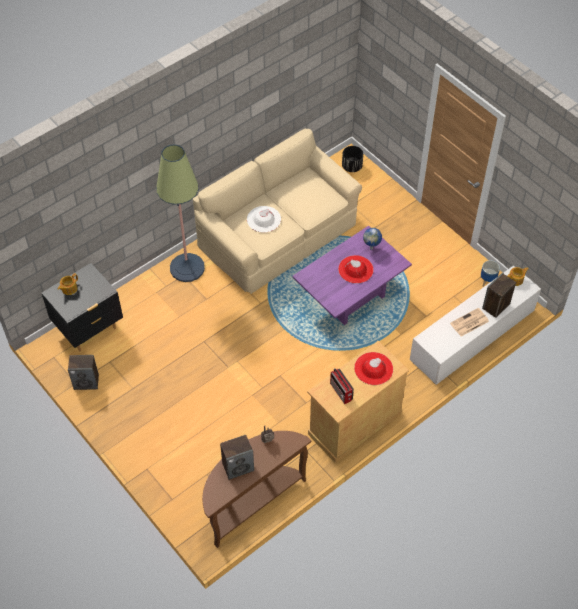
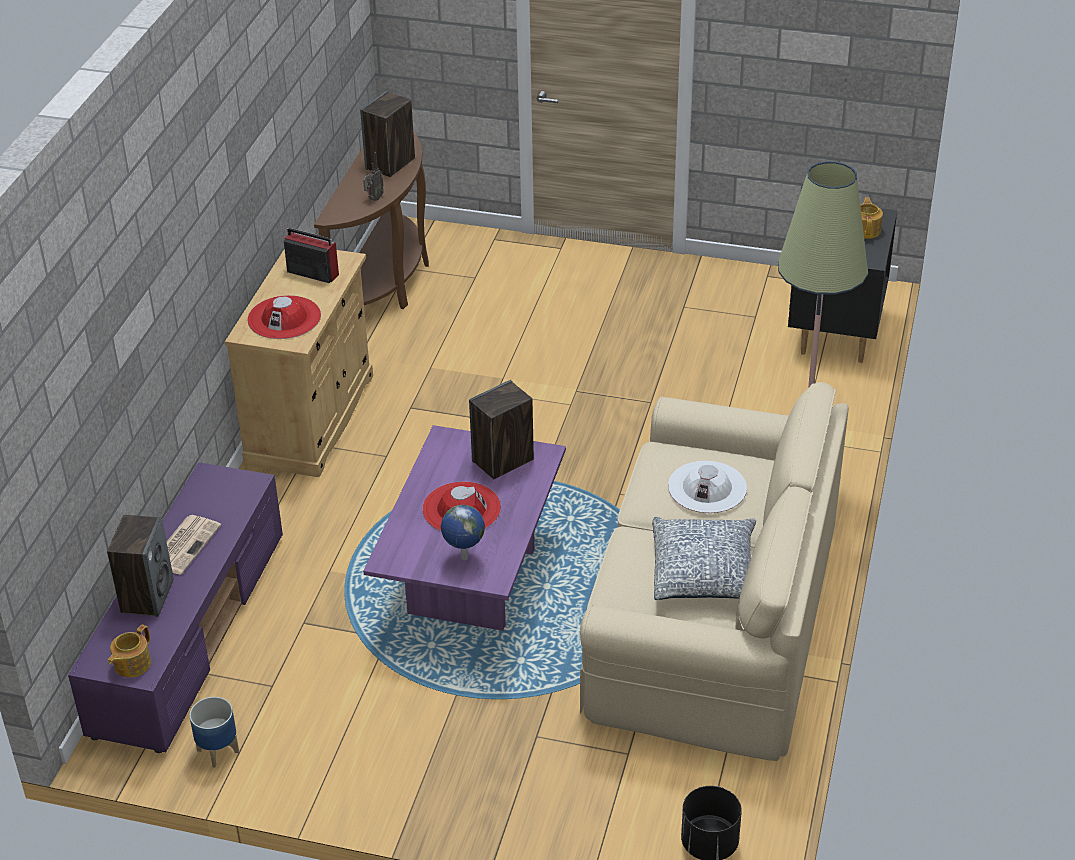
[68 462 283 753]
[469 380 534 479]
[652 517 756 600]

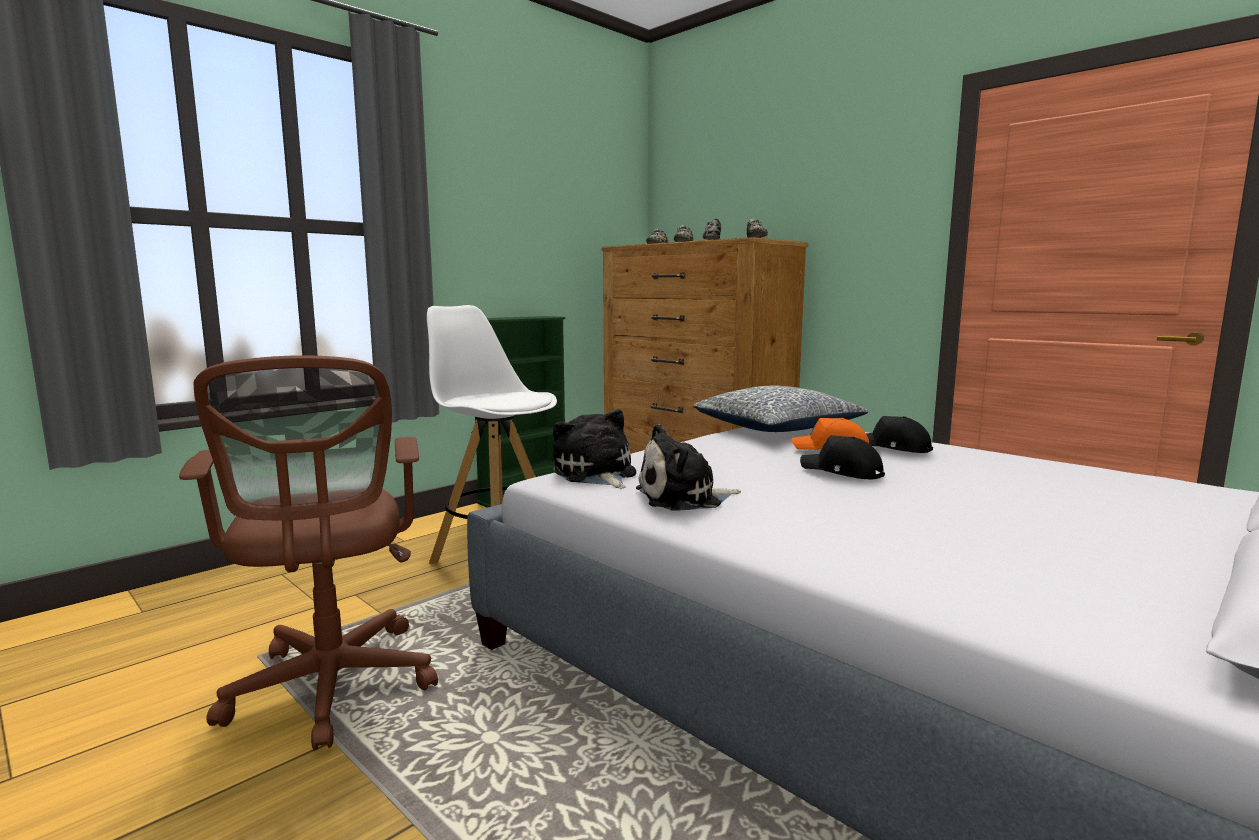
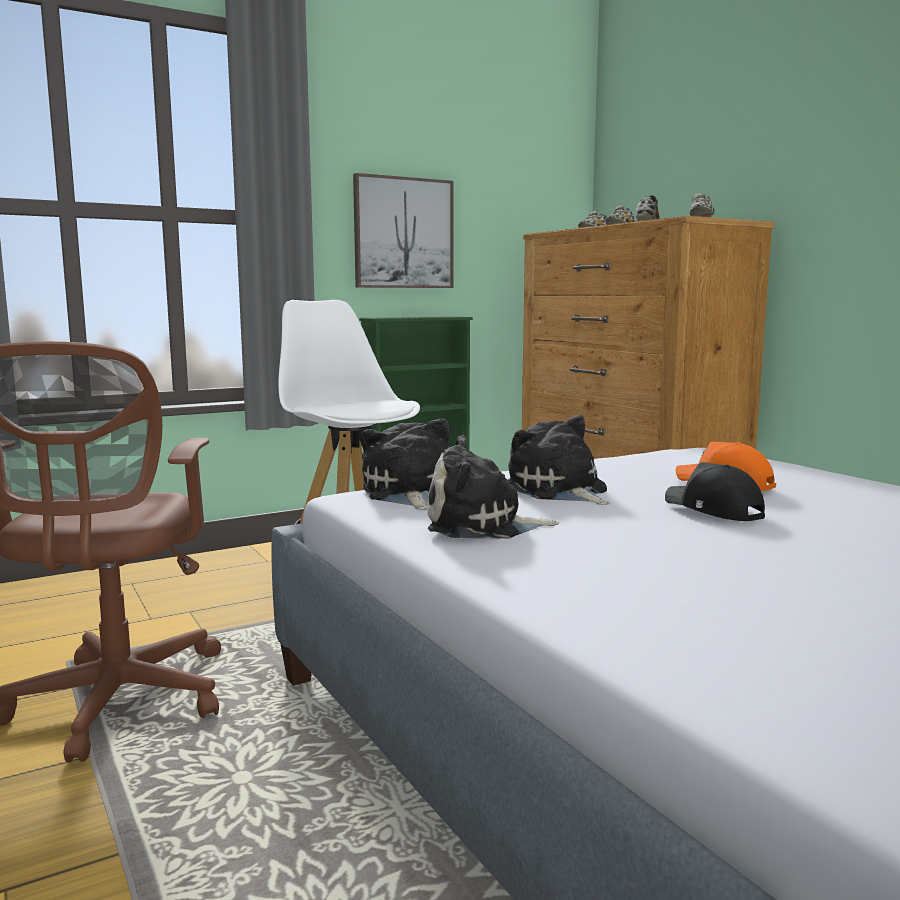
[353 173 454 288]
[508 415 609 505]
[693 386 868 432] (first image)
[866 416 933 453] (first image)

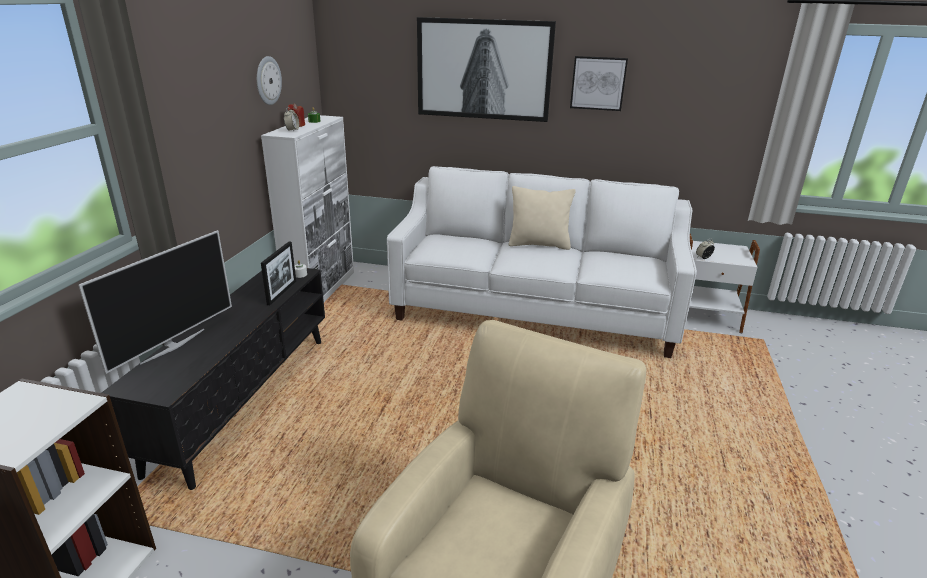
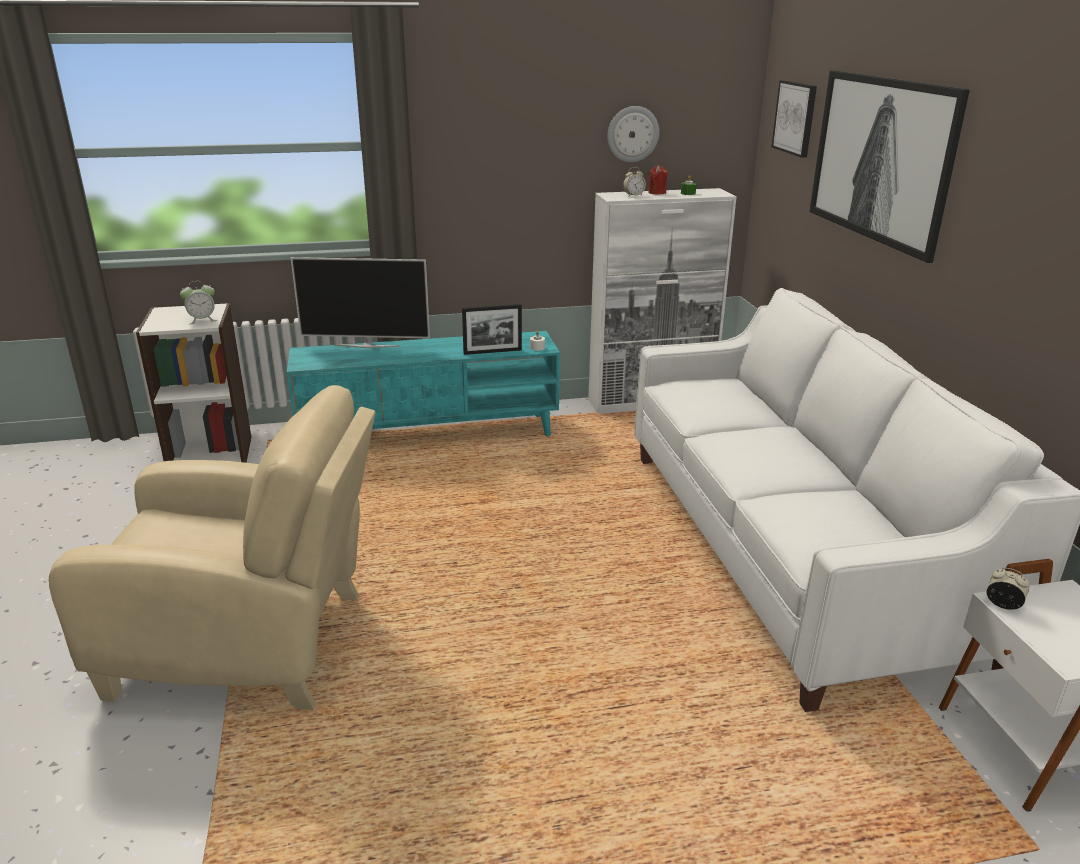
[180 281 217 324]
[287 331 560 436]
[772 80 817 158]
[508 186 576 250] (first image)

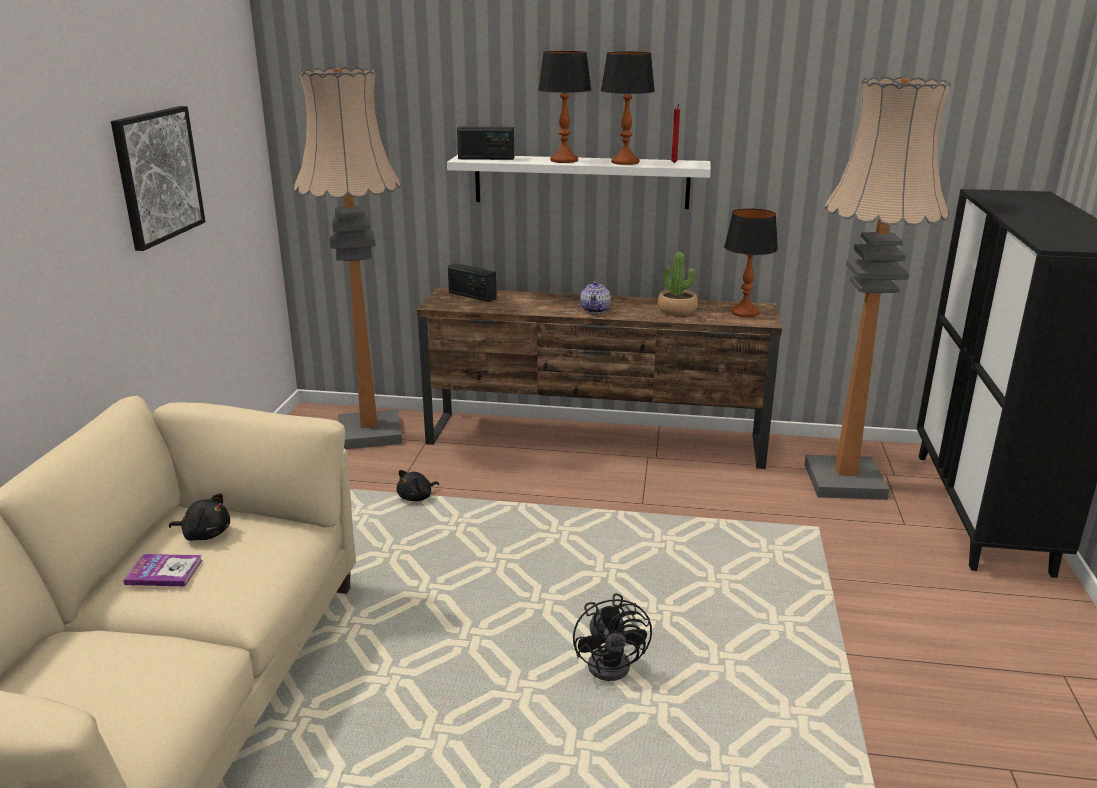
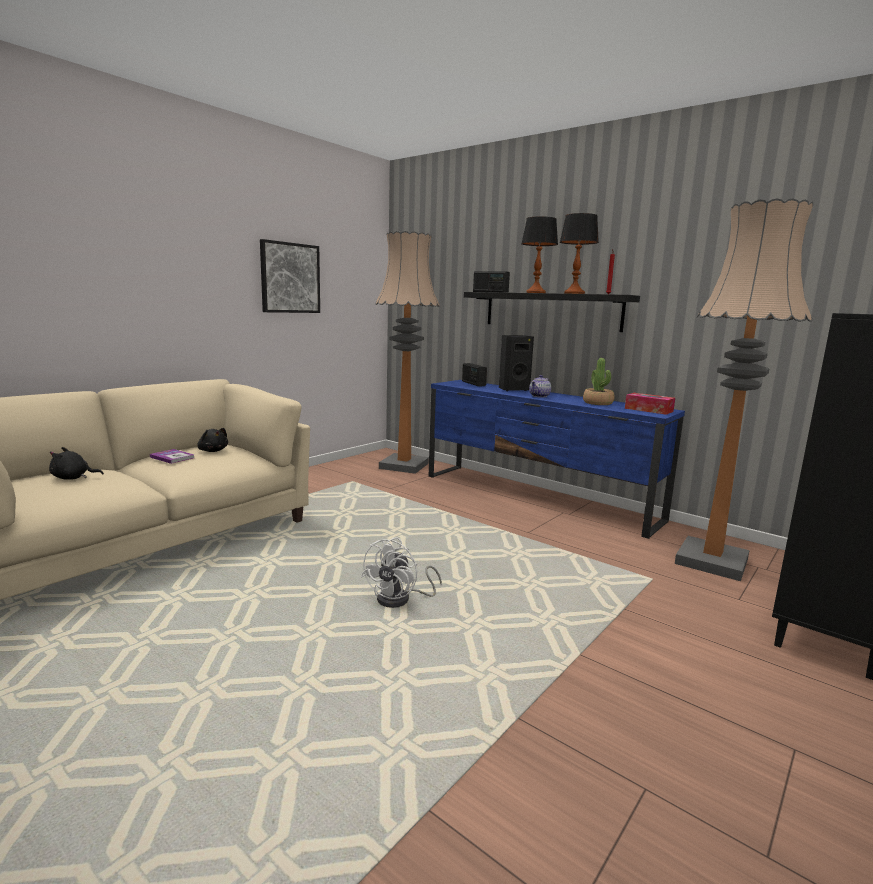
[49 447 104 480]
[361 538 442 608]
[429 380 685 539]
[464 292 640 332]
[499 335 534 391]
[625 393 675 415]

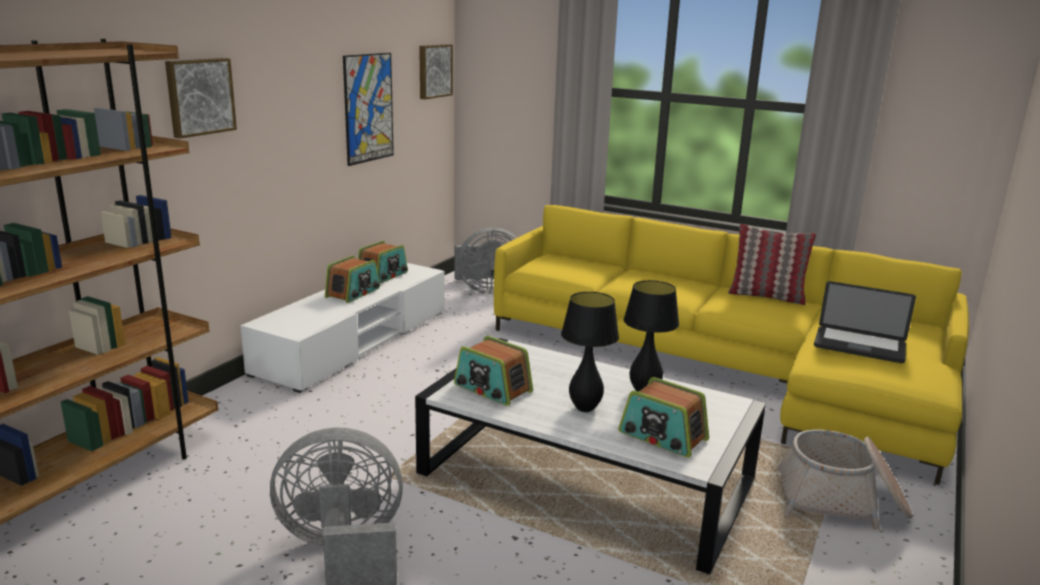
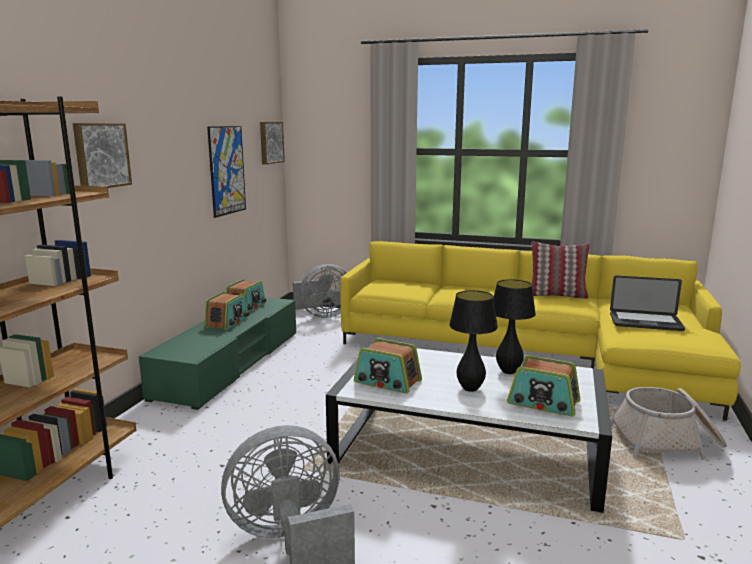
[139 297 296 410]

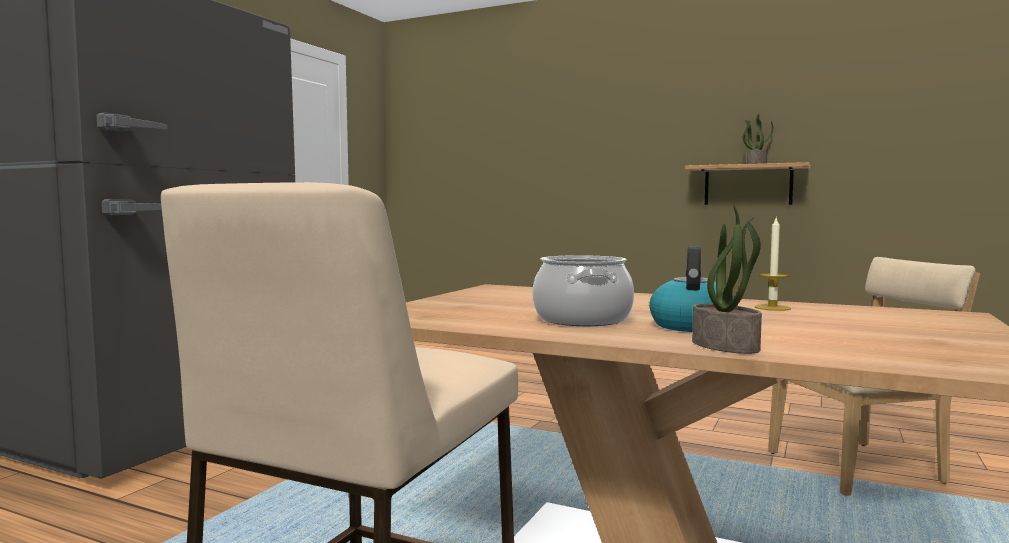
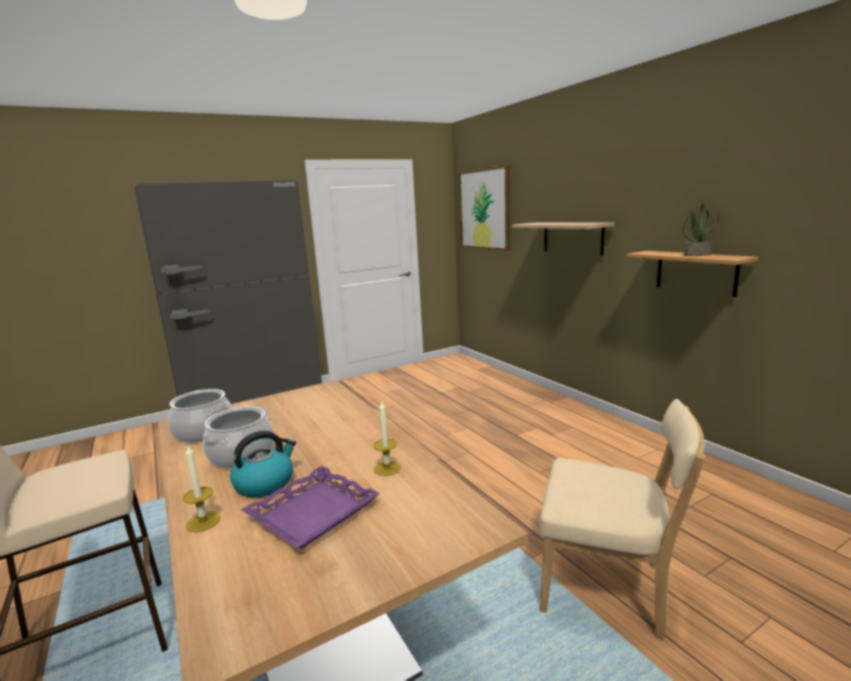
[168 389 232 443]
[183 446 221 532]
[241 466 380 548]
[459 165 510 251]
[512 222 615 255]

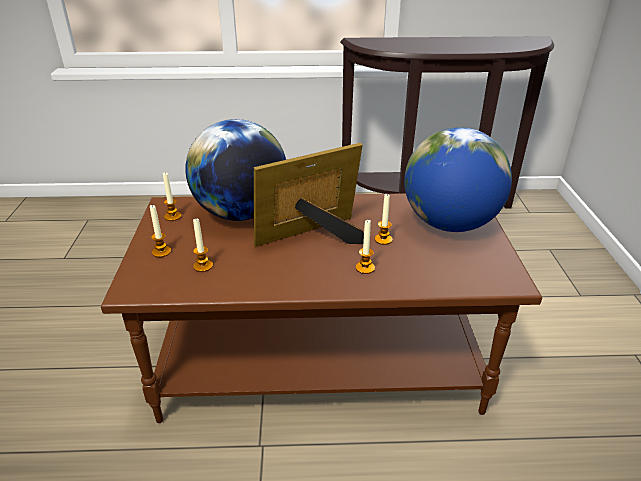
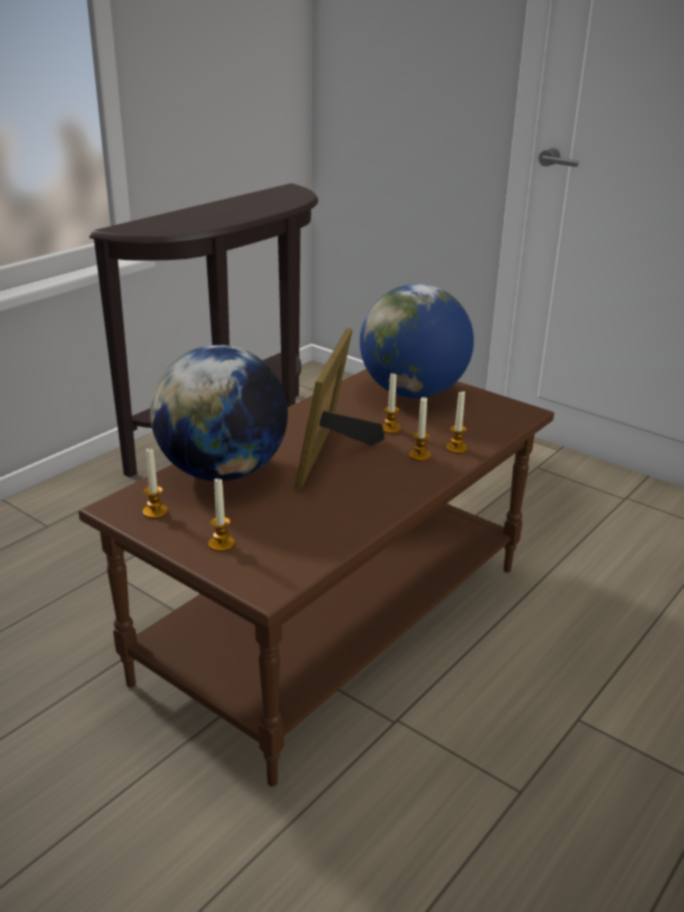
[446 391 468 454]

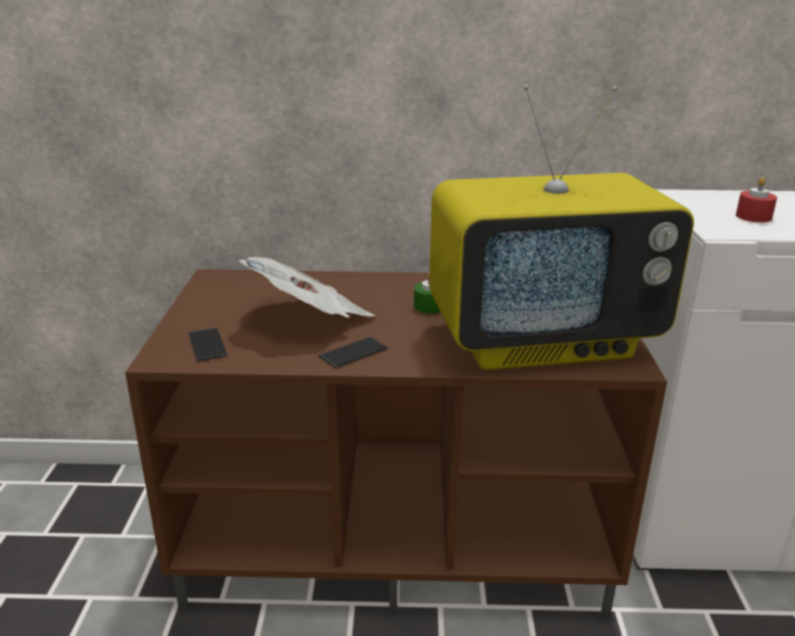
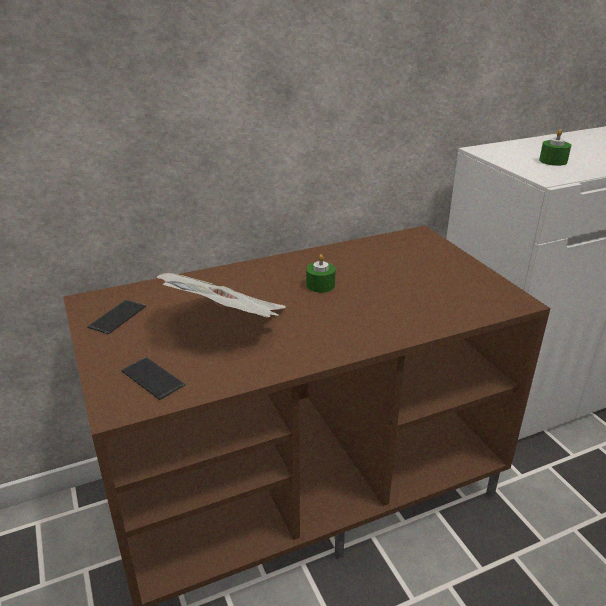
[87 300 146 334]
[539 129 571 166]
[429 85 694 370] (first image)

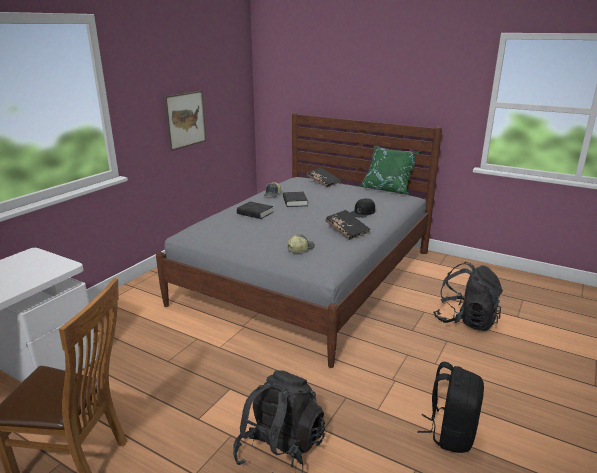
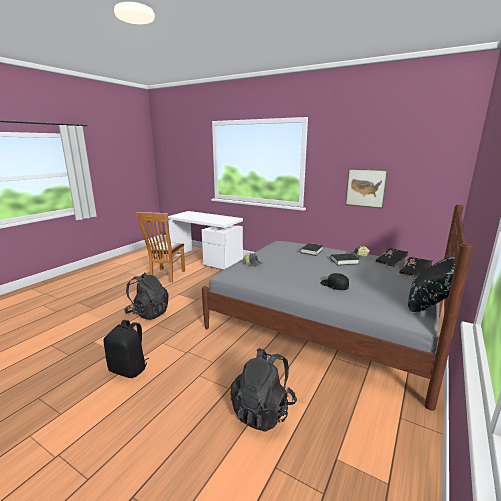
[375 248 409 267]
[408 256 455 312]

